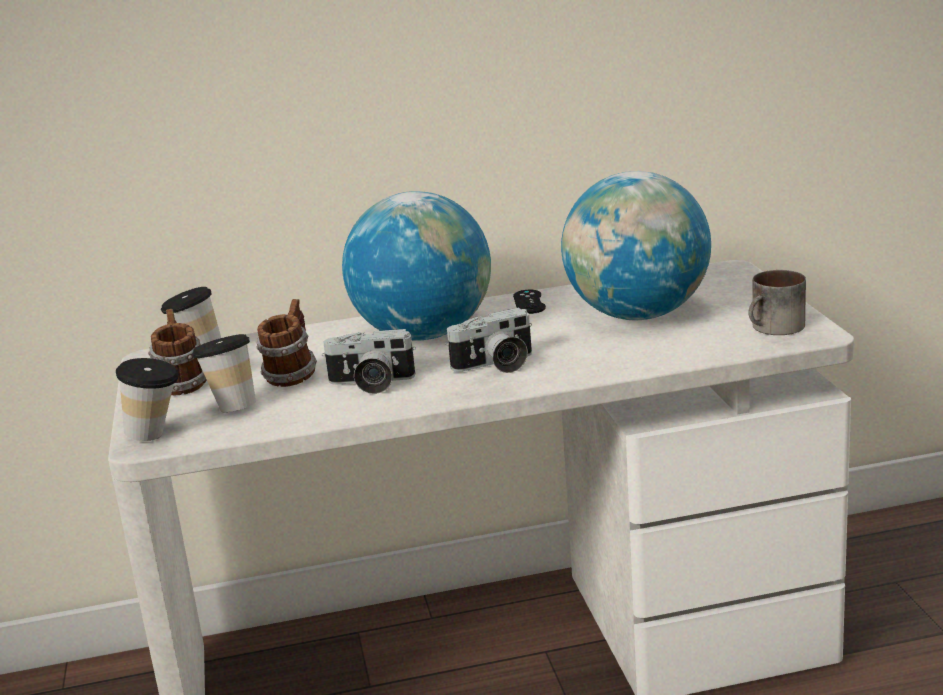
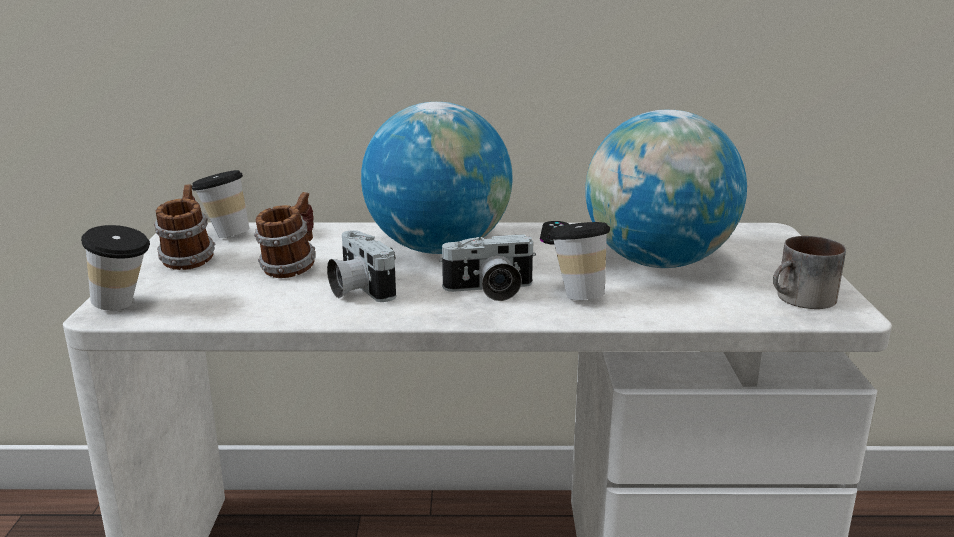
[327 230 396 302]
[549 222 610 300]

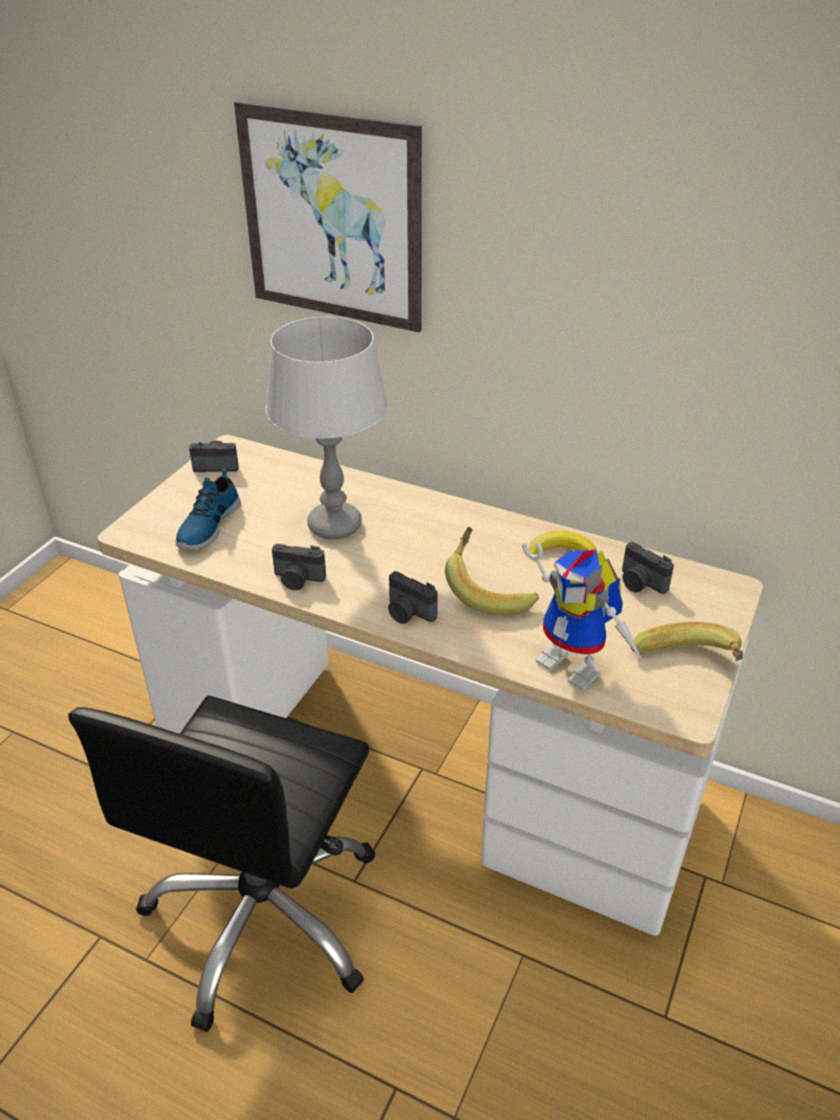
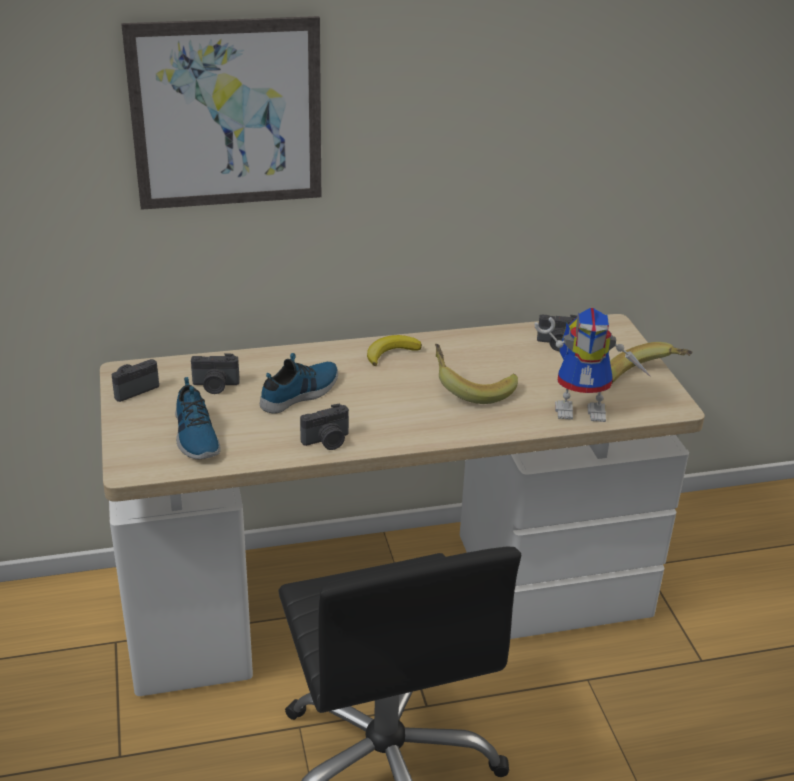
[191 353 240 394]
[260 353 338 414]
[367 335 422 366]

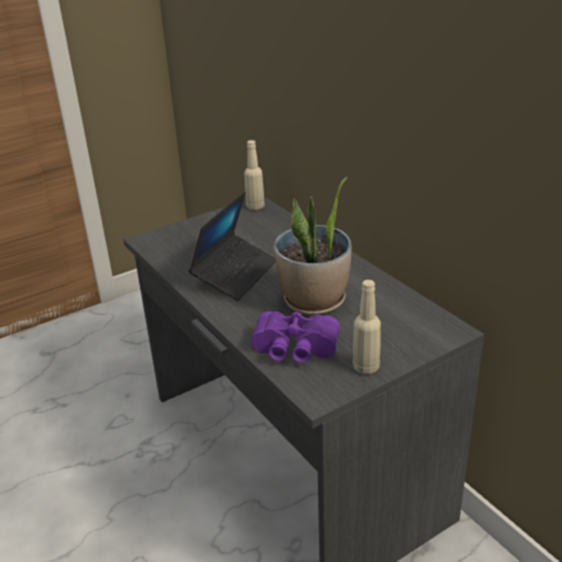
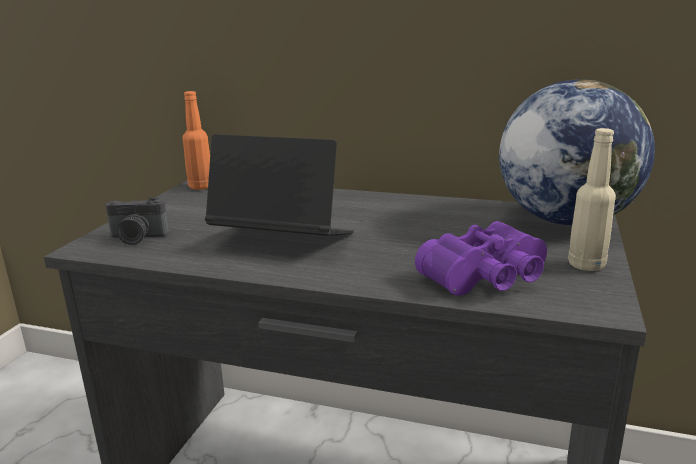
[106 197 169 245]
[183 91 210 190]
[205 134 354 236]
[499 79 655 225]
[273 177 352 316] (first image)

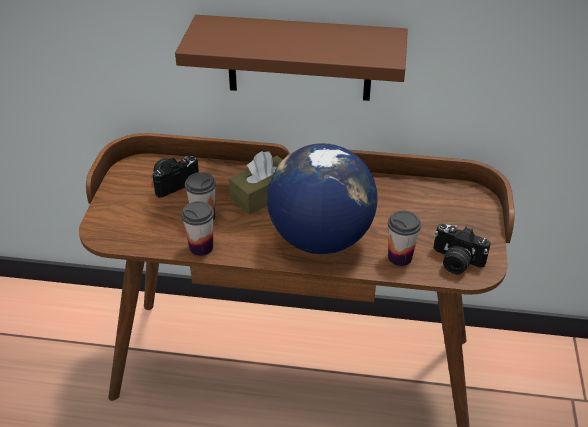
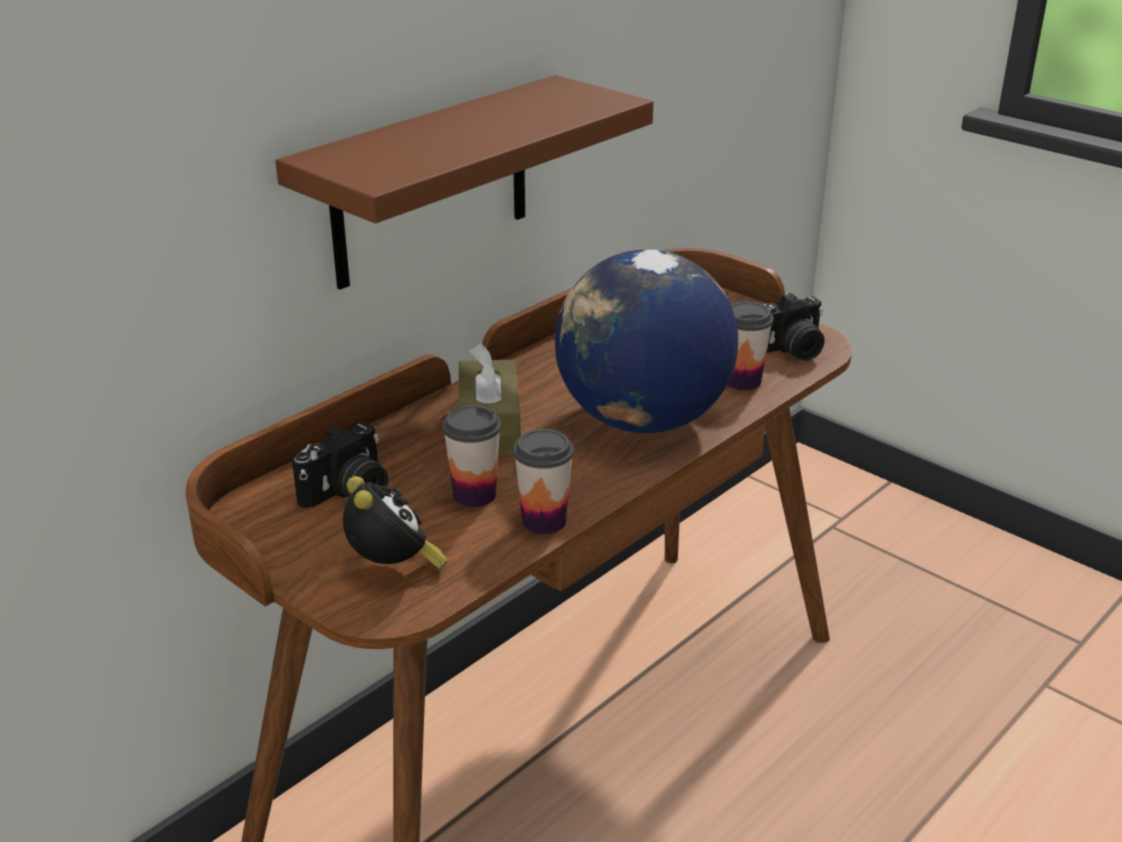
[292 423 388 508]
[343 476 448 569]

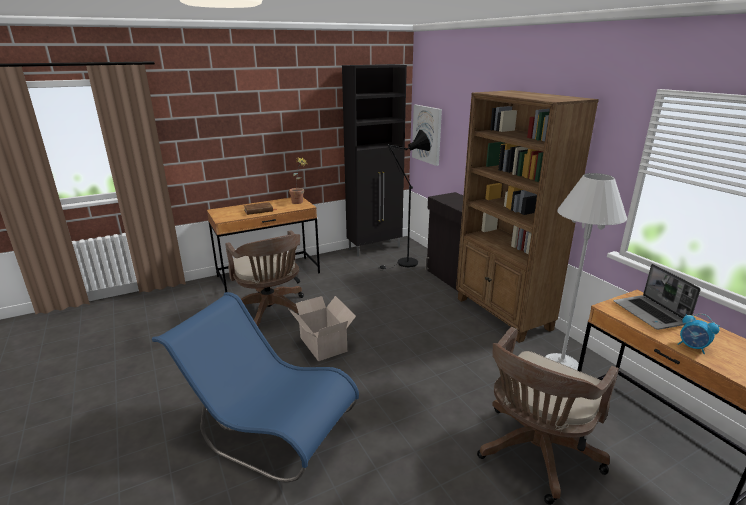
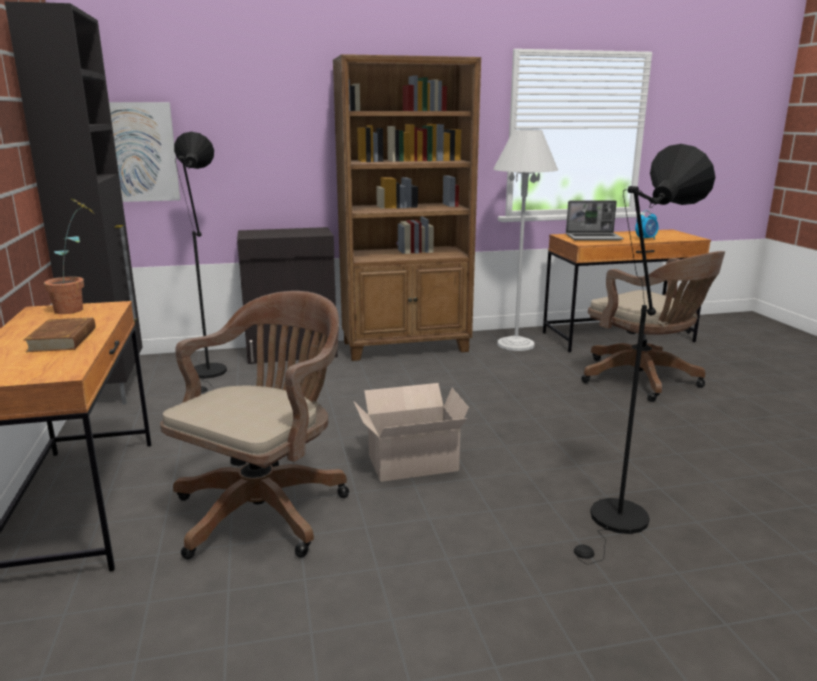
[160 291 349 559]
[574 144 715 564]

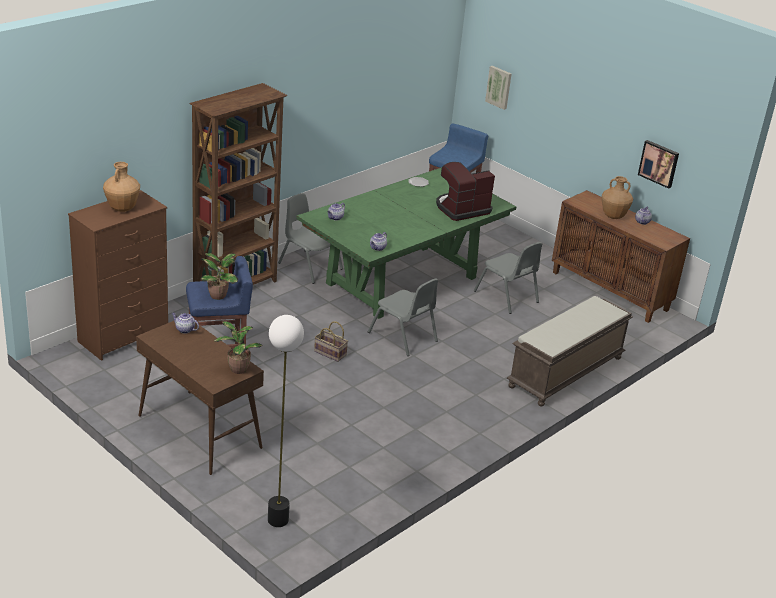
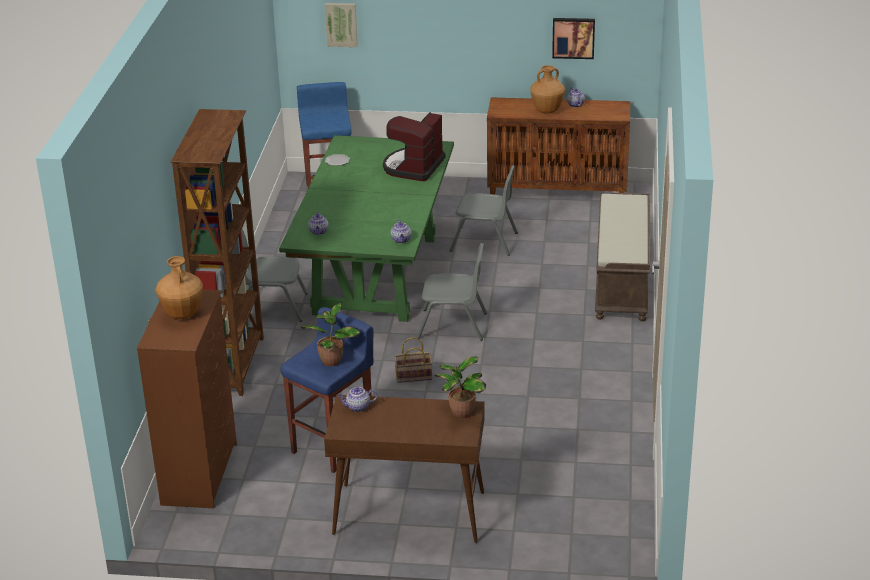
[268 315 304 527] (first image)

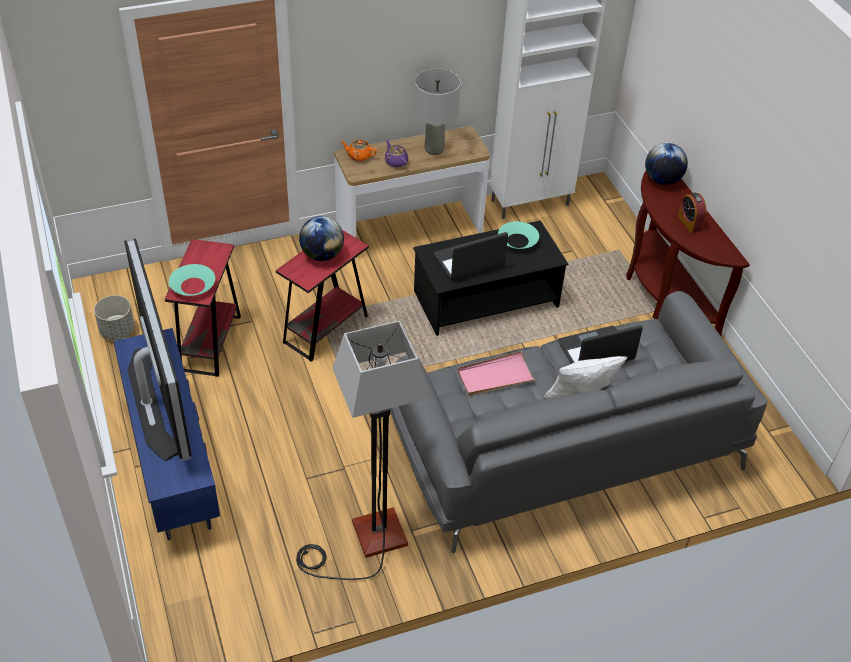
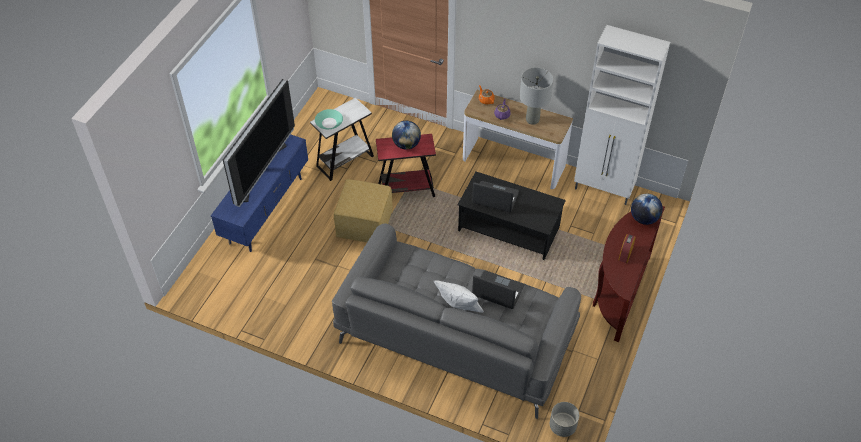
[310 98 374 181]
[334 179 393 242]
[550 402 579 437]
[296 321 429 580] (first image)
[457 351 536 396] (first image)
[498 221 539 249] (first image)

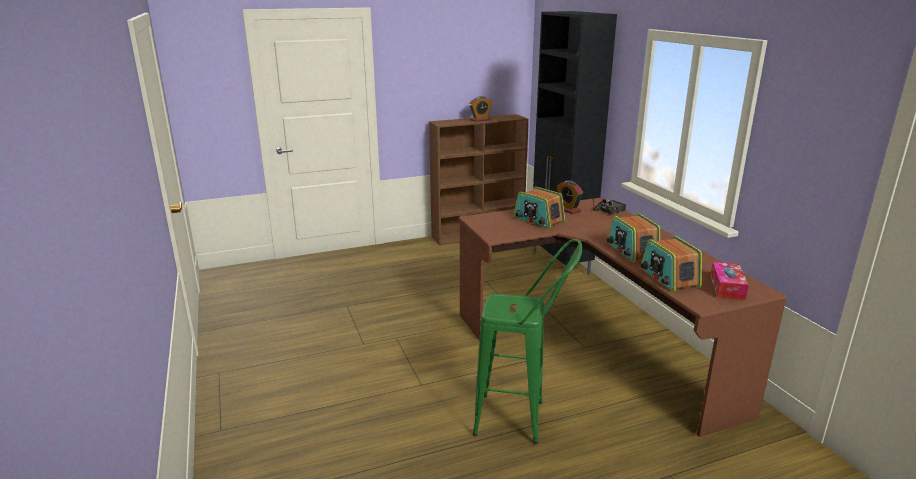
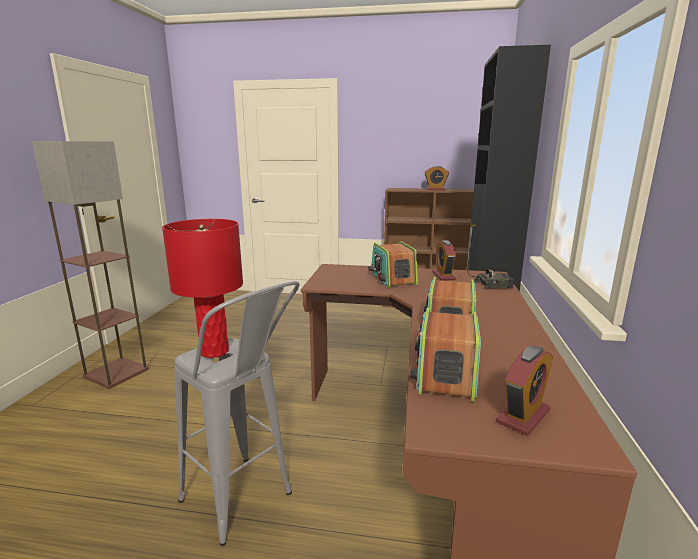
[32 141 149 389]
[162 219 243 358]
[175 281 299 546]
[496 346 553 435]

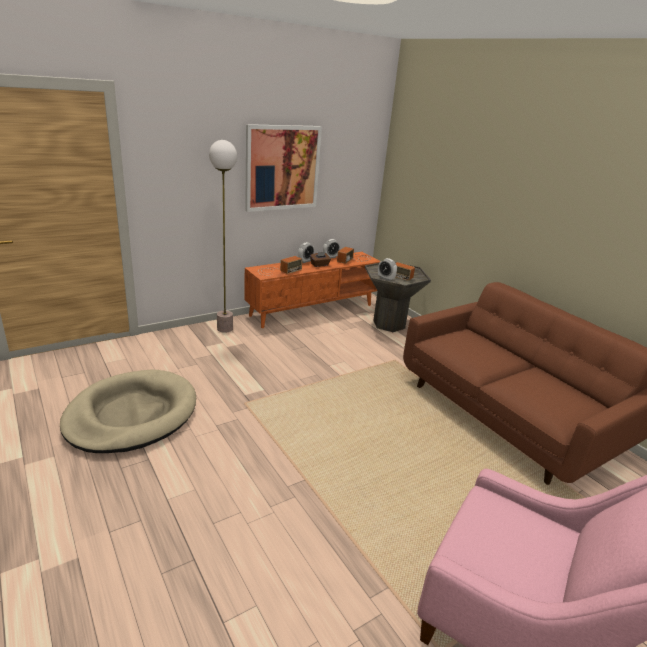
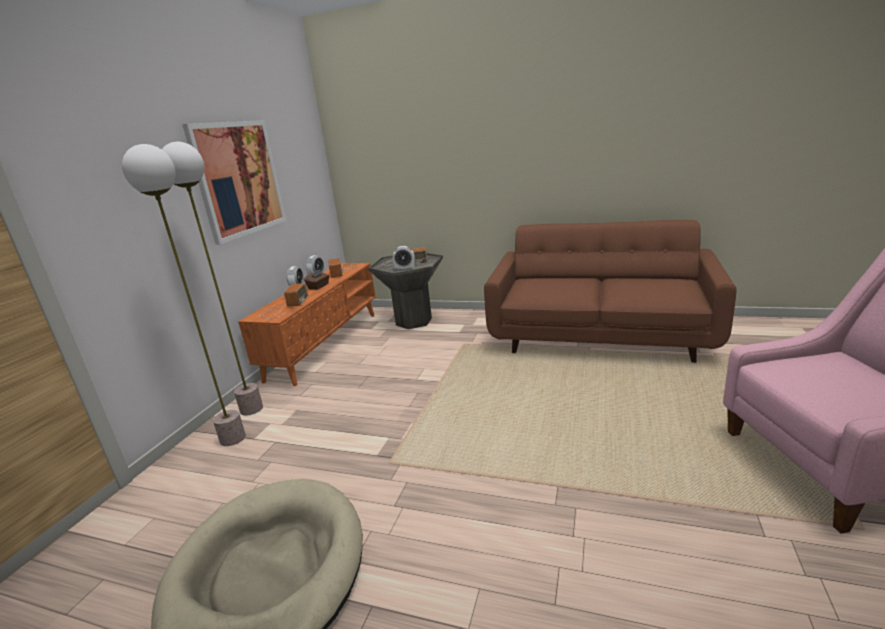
[122 144 246 446]

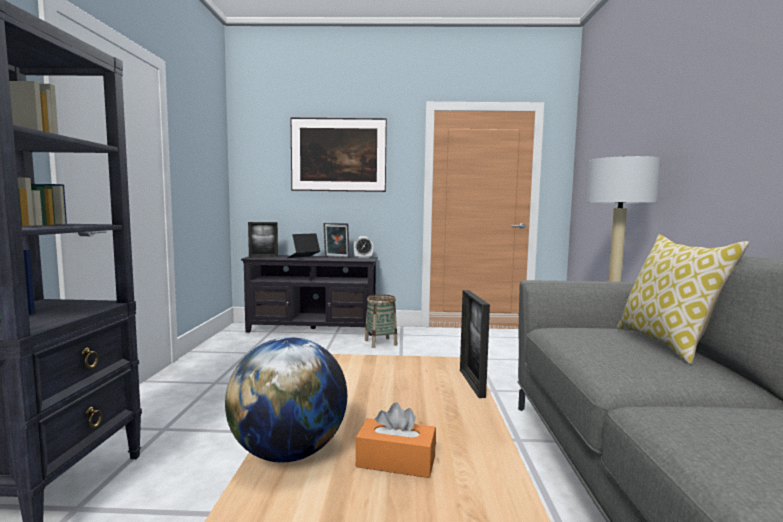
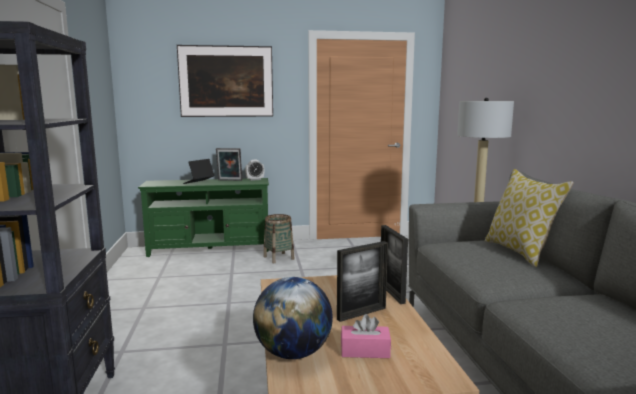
[138 178 269 257]
[337 241 388 322]
[341 314 391 358]

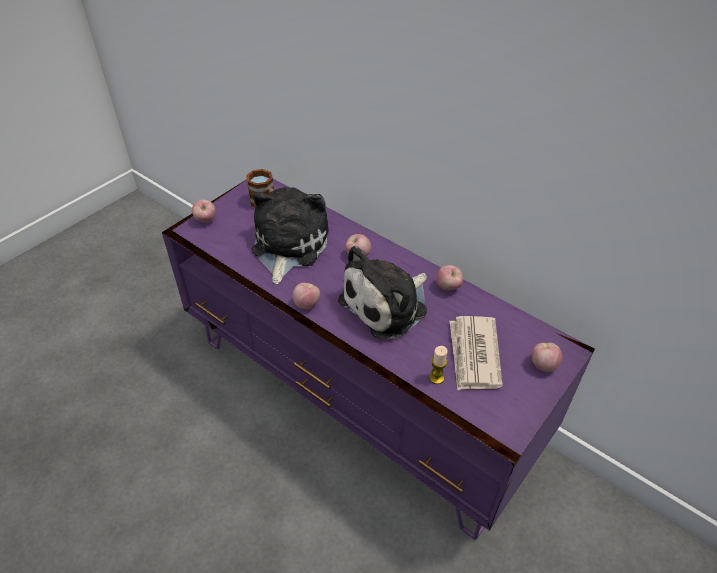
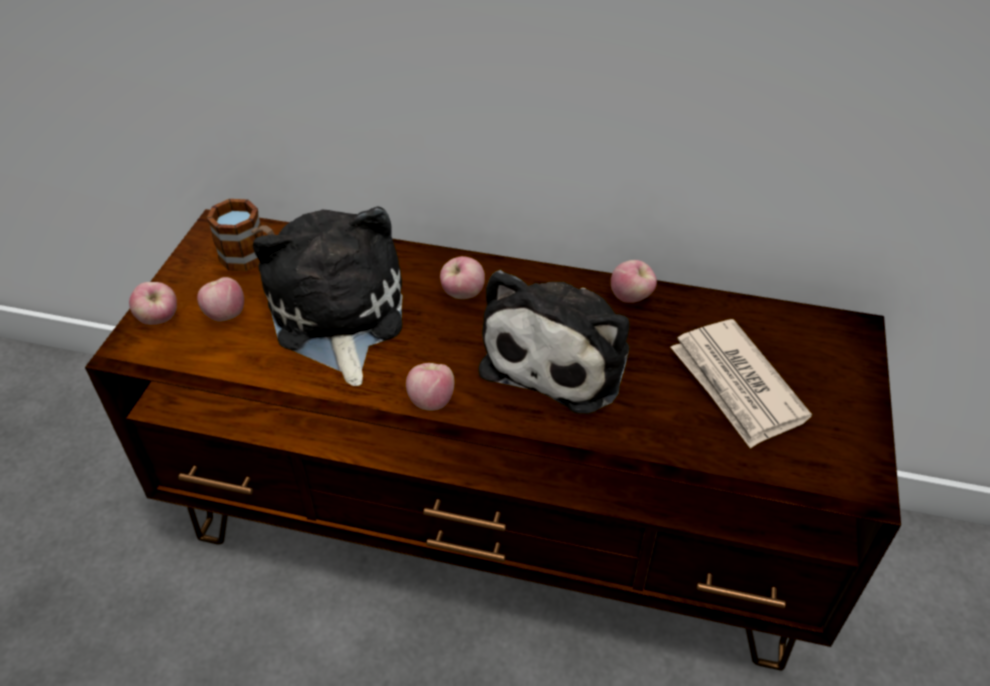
[85 209 901 671]
[197 277 244 322]
[429 346 448 384] (first image)

